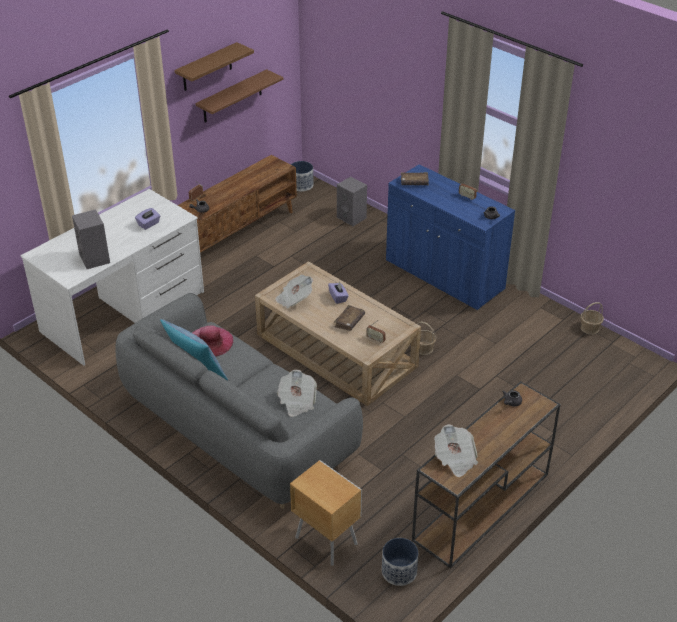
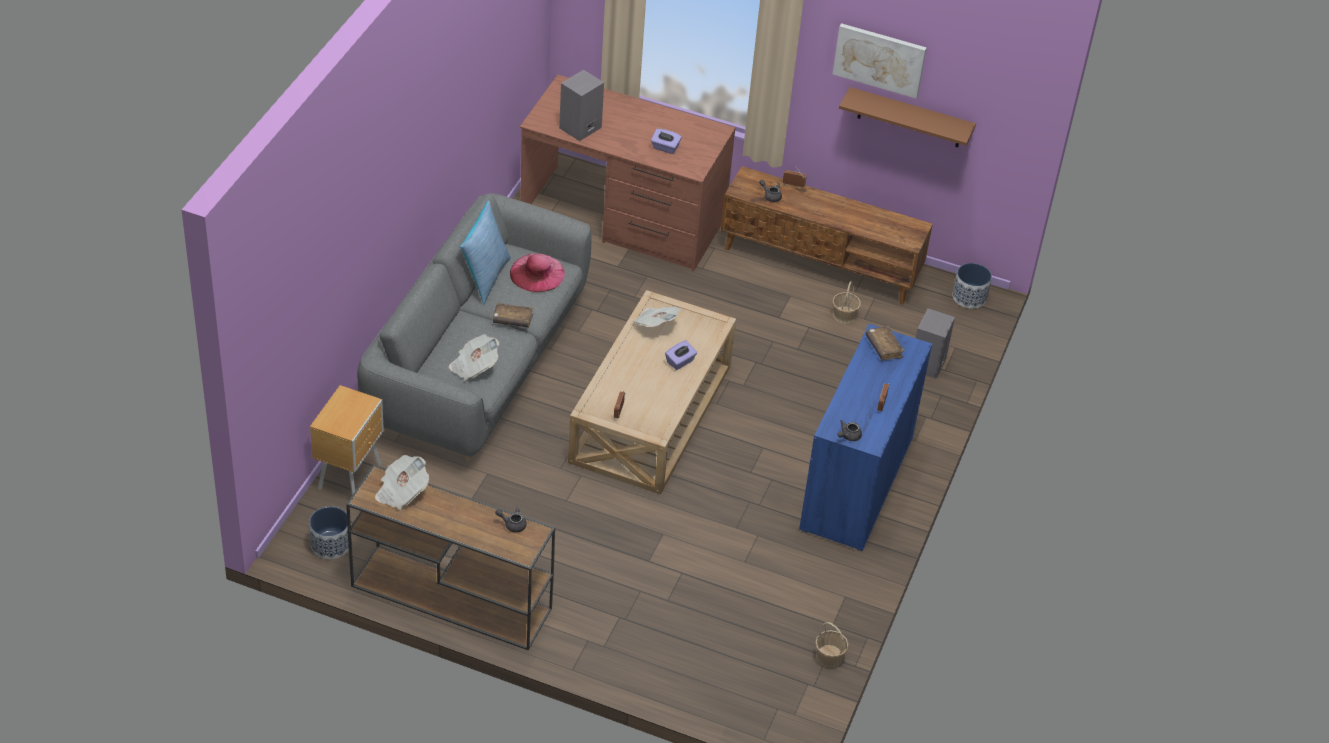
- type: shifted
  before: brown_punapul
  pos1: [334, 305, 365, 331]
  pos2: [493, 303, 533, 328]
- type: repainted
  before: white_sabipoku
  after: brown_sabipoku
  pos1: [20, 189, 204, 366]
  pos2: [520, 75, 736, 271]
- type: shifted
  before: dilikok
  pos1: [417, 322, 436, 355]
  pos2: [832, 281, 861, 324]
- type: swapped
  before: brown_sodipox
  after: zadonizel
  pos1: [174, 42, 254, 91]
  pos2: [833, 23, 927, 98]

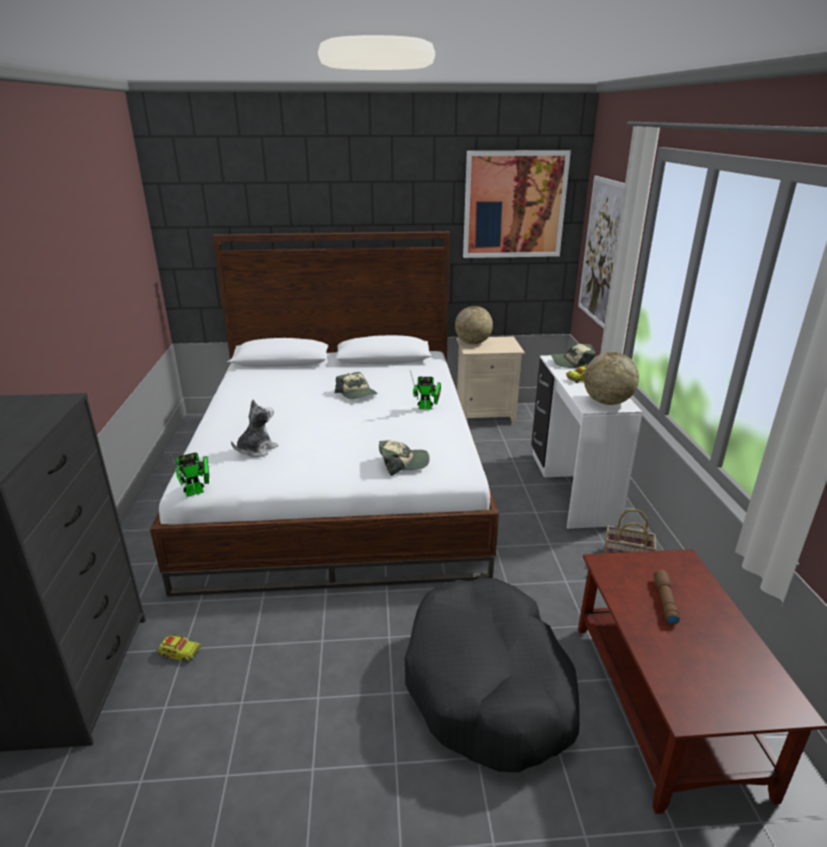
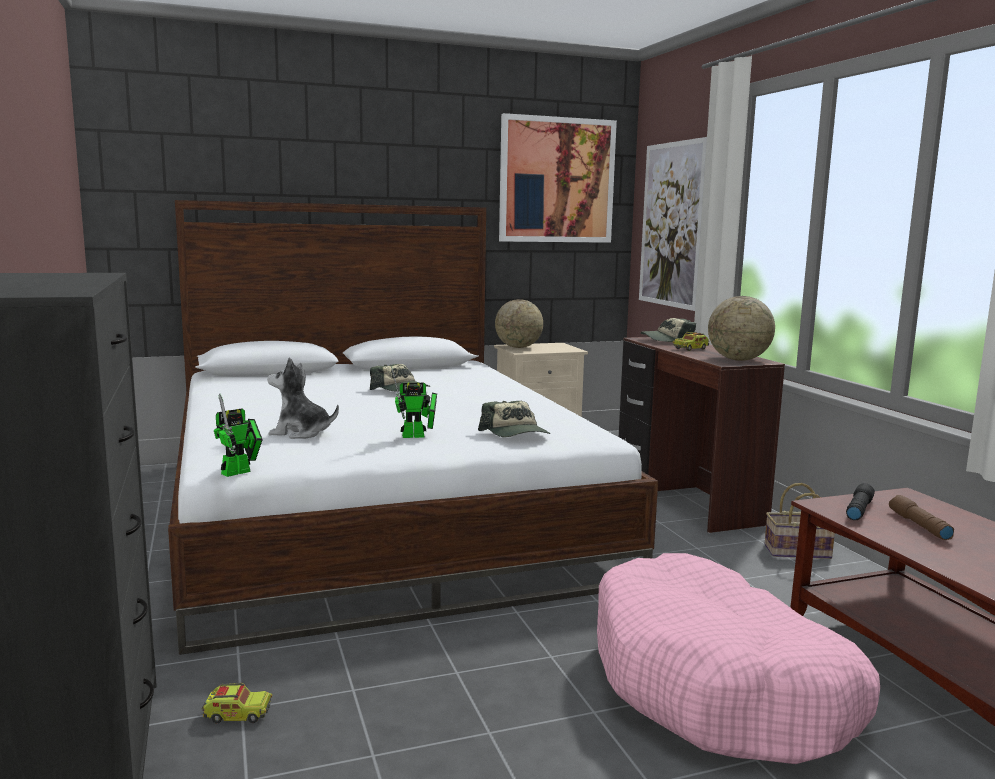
- type: rotated
  before: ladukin
  pos1: [231, 400, 278, 458]
  pos2: [267, 358, 339, 439]
  turn: -105
- type: shifted
  before: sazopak
  pos1: [410, 370, 441, 410]
  pos2: [391, 366, 437, 438]
- type: rotated
  before: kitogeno
  pos1: [379, 440, 430, 476]
  pos2: [478, 401, 551, 437]
  turn: 90
- type: repainted
  before: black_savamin
  after: pink_savamin
  pos1: [405, 577, 580, 772]
  pos2: [597, 553, 880, 764]
- type: repainted
  before: white_sabipoku
  after: brown_sabipoku
  pos1: [531, 355, 643, 529]
  pos2: [619, 337, 785, 533]
- type: new
  after: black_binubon
  pos2: [846, 483, 875, 520]

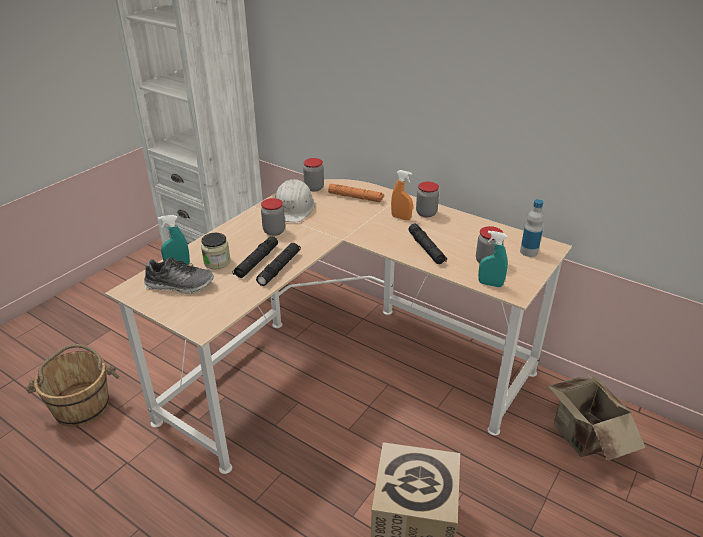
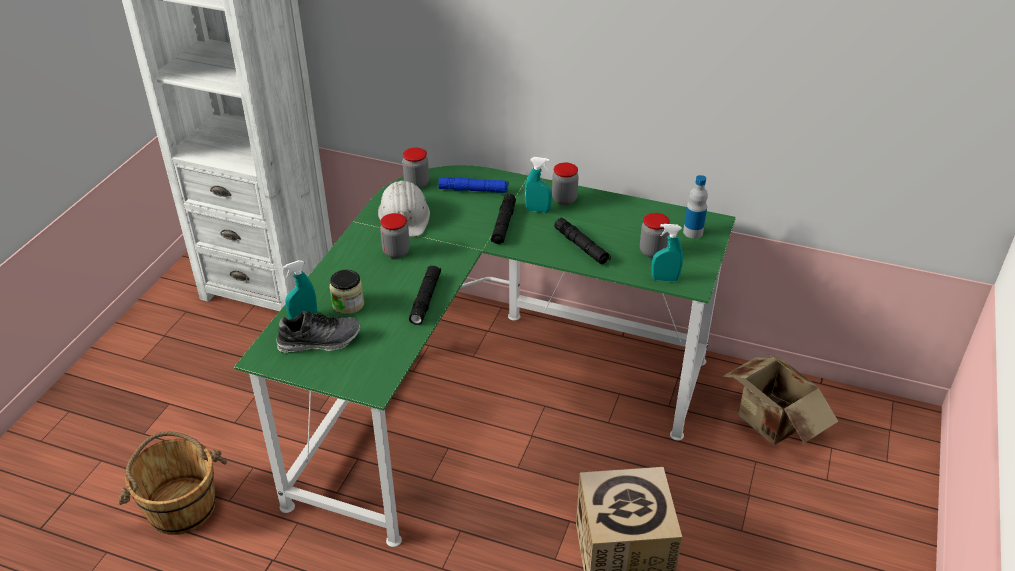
- type: repainted
  before: beige_sabipoku
  after: green_sabipoku
  pos1: [105, 179, 572, 474]
  pos2: [234, 165, 736, 547]
- type: repainted
  before: orange_binubon
  after: blue_binubon
  pos1: [328, 184, 384, 202]
  pos2: [438, 177, 509, 193]
- type: shifted
  before: black_binubon
  pos1: [232, 236, 278, 278]
  pos2: [491, 194, 516, 244]
- type: repainted
  before: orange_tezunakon
  after: turquoise_tezunakon
  pos1: [391, 170, 413, 220]
  pos2: [525, 157, 552, 213]

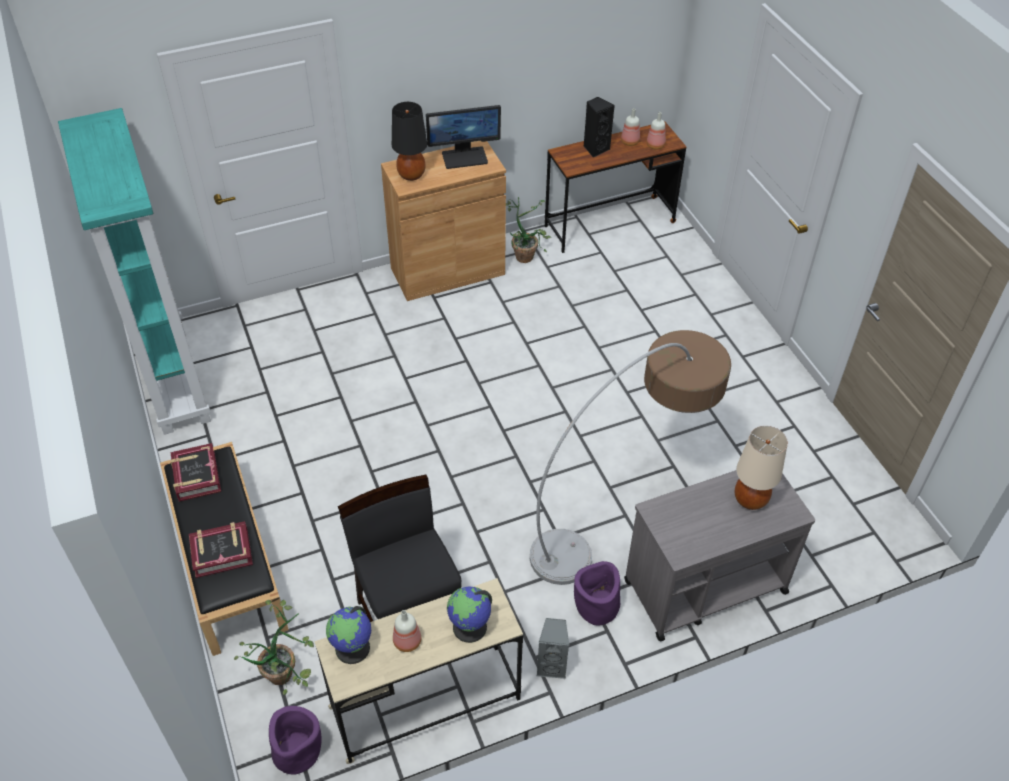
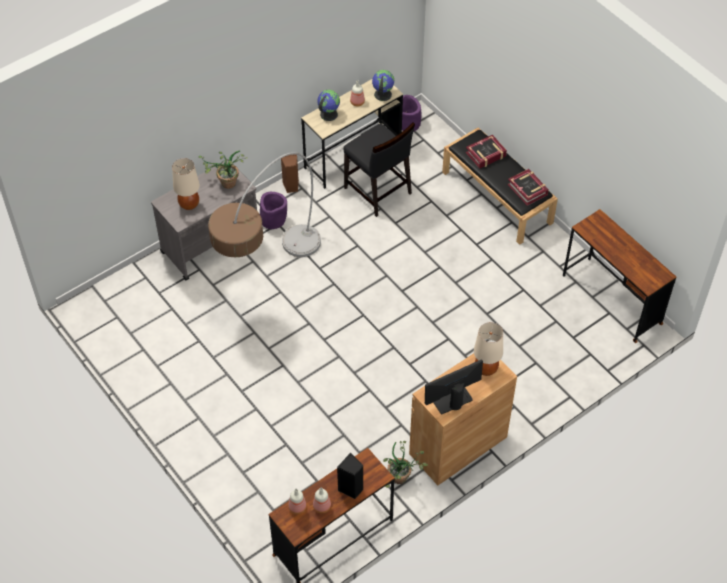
- type: shifted
  before: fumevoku
  pos1: [234, 600, 314, 695]
  pos2: [198, 150, 248, 189]
- type: repainted
  before: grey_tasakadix
  after: brown_tasakadix
  pos1: [537, 618, 569, 679]
  pos2: [281, 154, 299, 193]
- type: repainted
  before: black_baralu
  after: beige_baralu
  pos1: [392, 102, 427, 181]
  pos2: [474, 322, 503, 376]
- type: swapped
  before: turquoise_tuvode
  after: brown_sabipoku
  pos1: [58, 108, 211, 435]
  pos2: [563, 209, 676, 343]

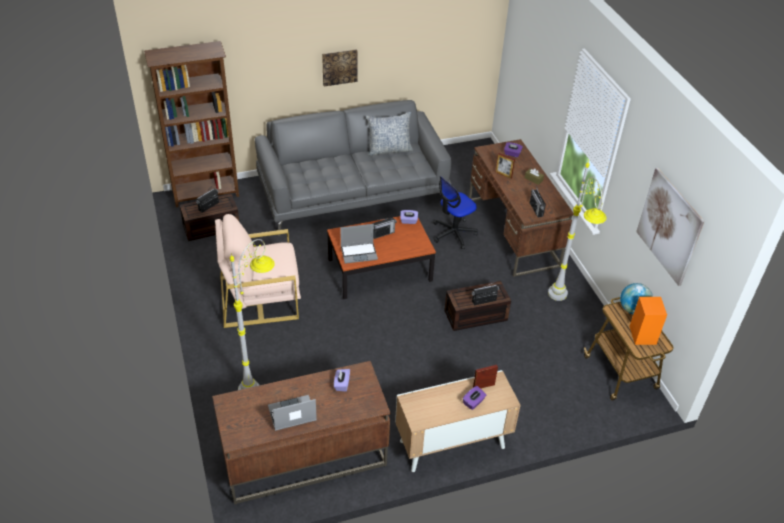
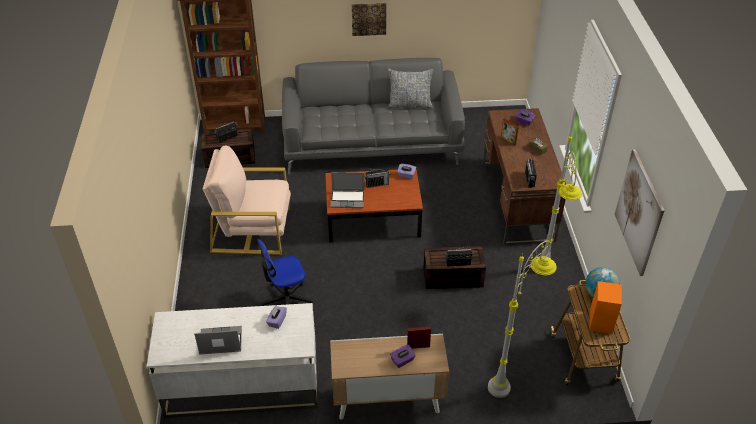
- type: repainted
  before: brown_sabipoku
  after: white_sabipoku
  pos1: [212, 361, 391, 505]
  pos2: [147, 303, 317, 419]
- type: shifted
  before: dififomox
  pos1: [433, 176, 478, 249]
  pos2: [257, 239, 313, 306]
- type: shifted
  before: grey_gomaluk
  pos1: [230, 239, 275, 390]
  pos2: [488, 240, 557, 398]

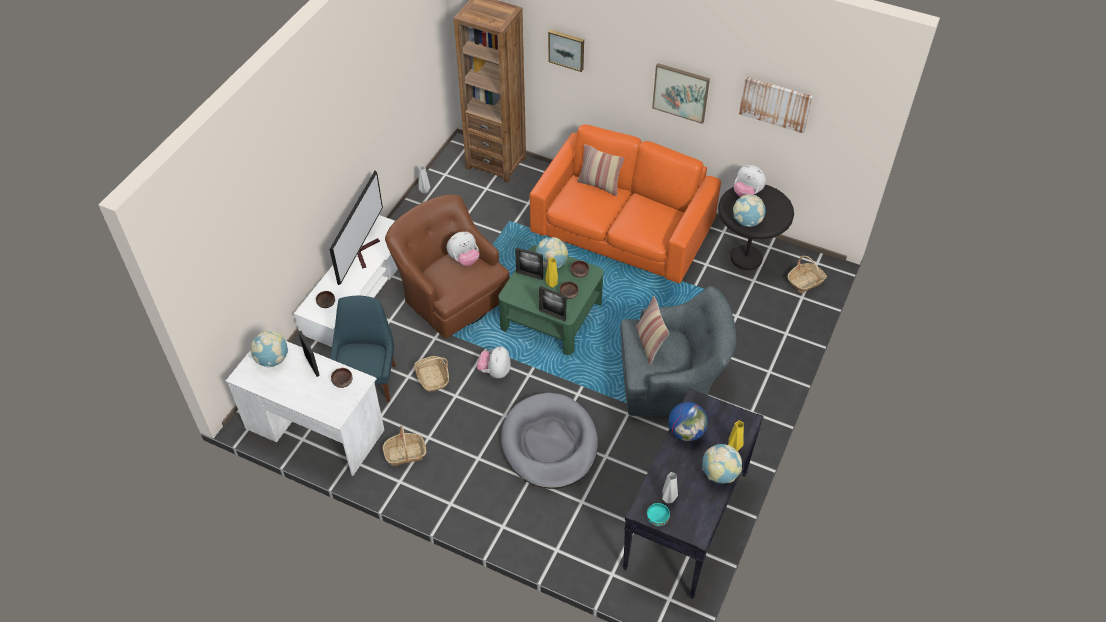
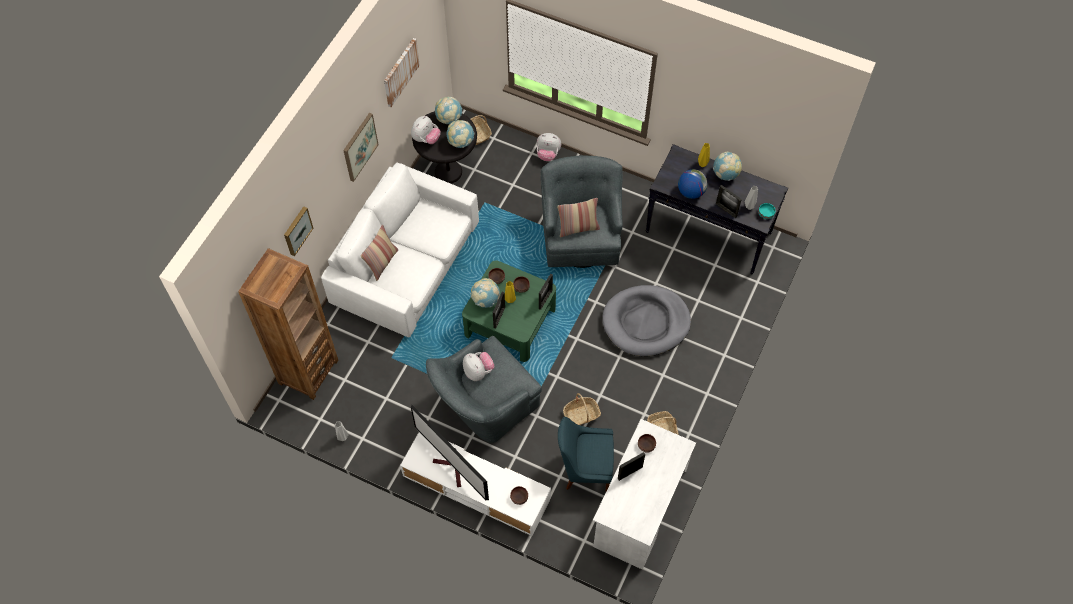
- type: repainted
  before: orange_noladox
  after: white_noladox
  pos1: [530, 124, 721, 283]
  pos2: [321, 162, 479, 338]
- type: rotated
  before: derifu
  pos1: [330, 171, 383, 285]
  pos2: [411, 405, 489, 500]
  turn: -150
- type: repainted
  before: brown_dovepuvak
  after: grey_dovepuvak
  pos1: [385, 195, 509, 339]
  pos2: [426, 336, 542, 443]
- type: shifted
  before: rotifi
  pos1: [251, 331, 288, 367]
  pos2: [435, 97, 462, 124]
- type: shifted
  before: ladukin
  pos1: [477, 346, 511, 378]
  pos2: [537, 133, 561, 161]
- type: new
  after: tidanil
  pos2: [716, 185, 742, 218]

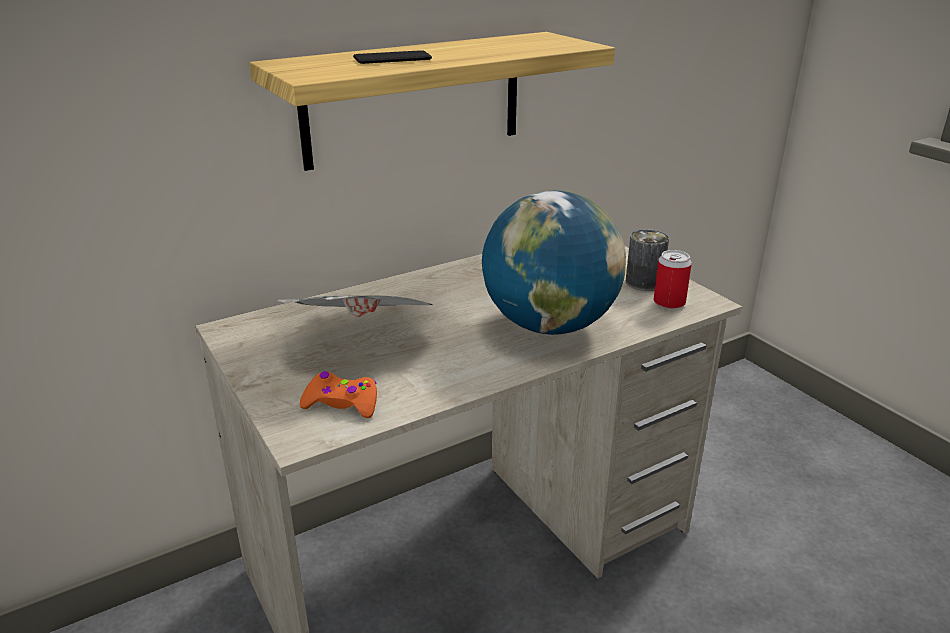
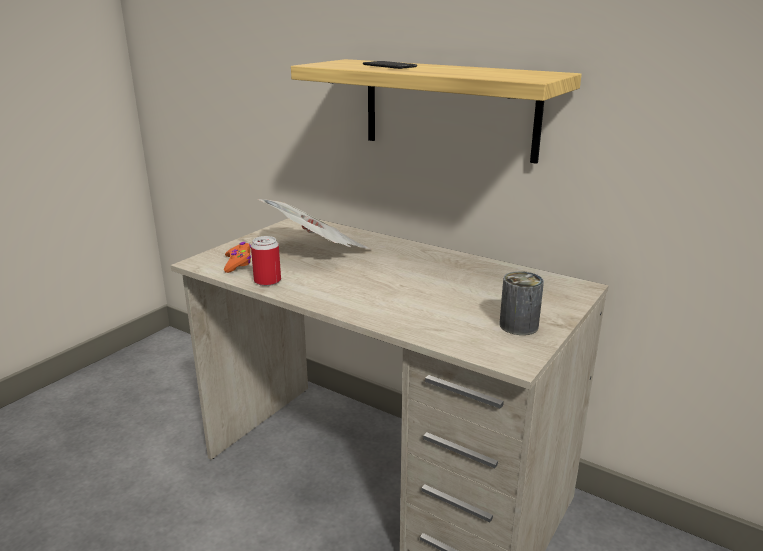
- type: shifted
  before: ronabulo
  pos1: [654, 250, 692, 309]
  pos2: [251, 236, 281, 286]
- type: gone
  before: rotifi
  pos1: [482, 190, 626, 335]

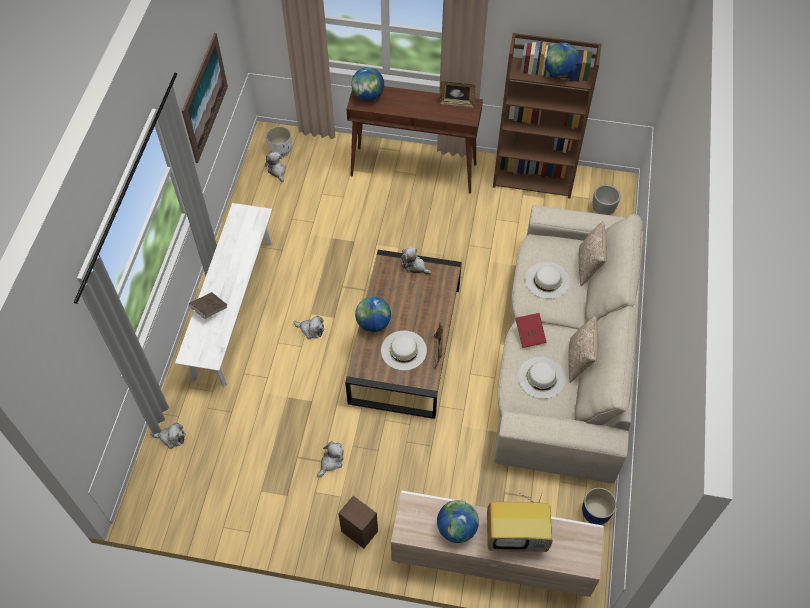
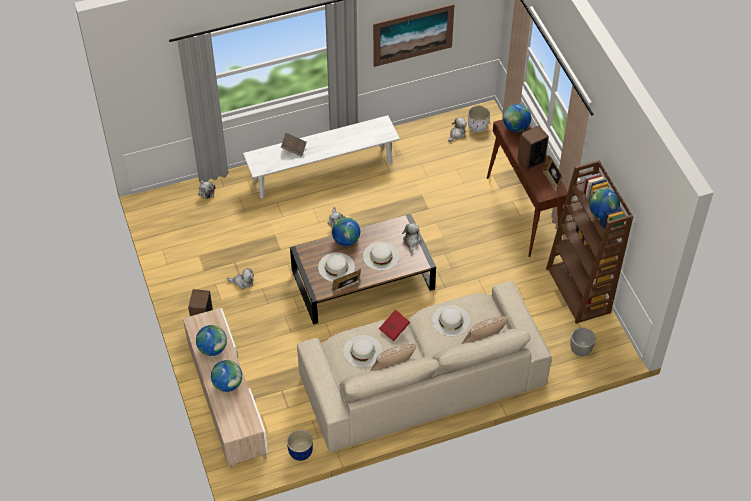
- type: swapped
  before: derifu
  after: rotifi
  pos1: [487, 490, 552, 552]
  pos2: [211, 360, 242, 392]
- type: new
  after: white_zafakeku
  pos2: [363, 242, 400, 271]
- type: new
  after: tasakadix
  pos2: [517, 125, 549, 170]

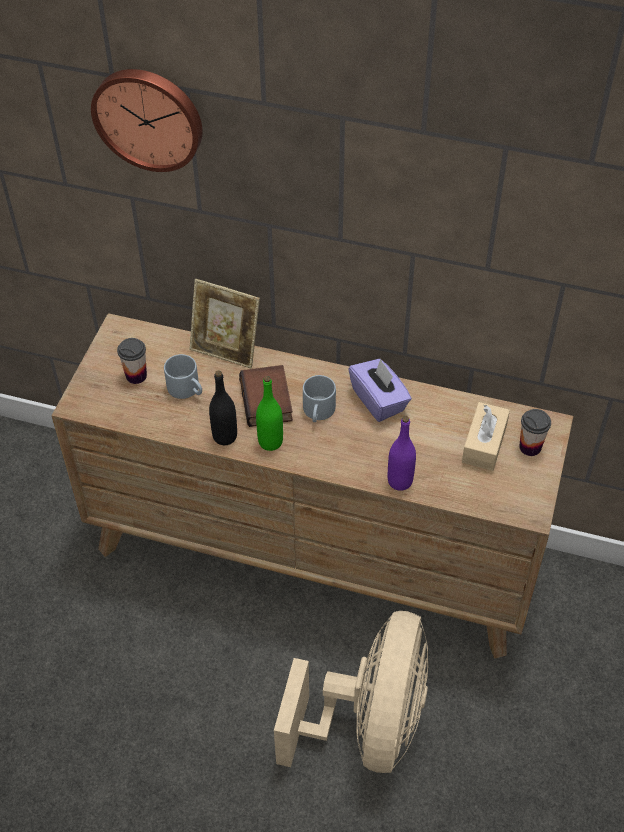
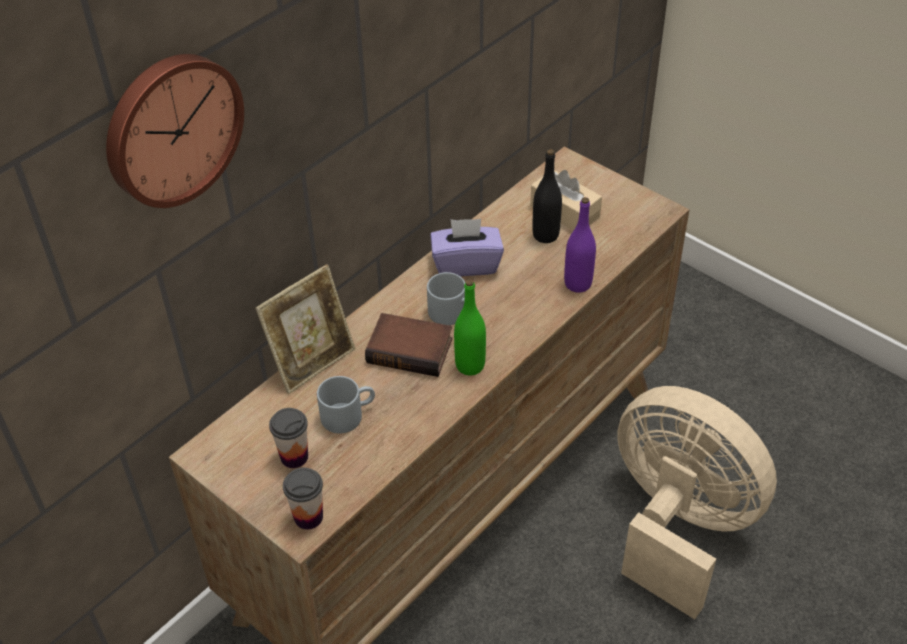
- type: shifted
  before: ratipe
  pos1: [519, 409, 551, 456]
  pos2: [283, 468, 323, 529]
- type: shifted
  before: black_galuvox
  pos1: [209, 371, 237, 445]
  pos2: [532, 149, 562, 243]

